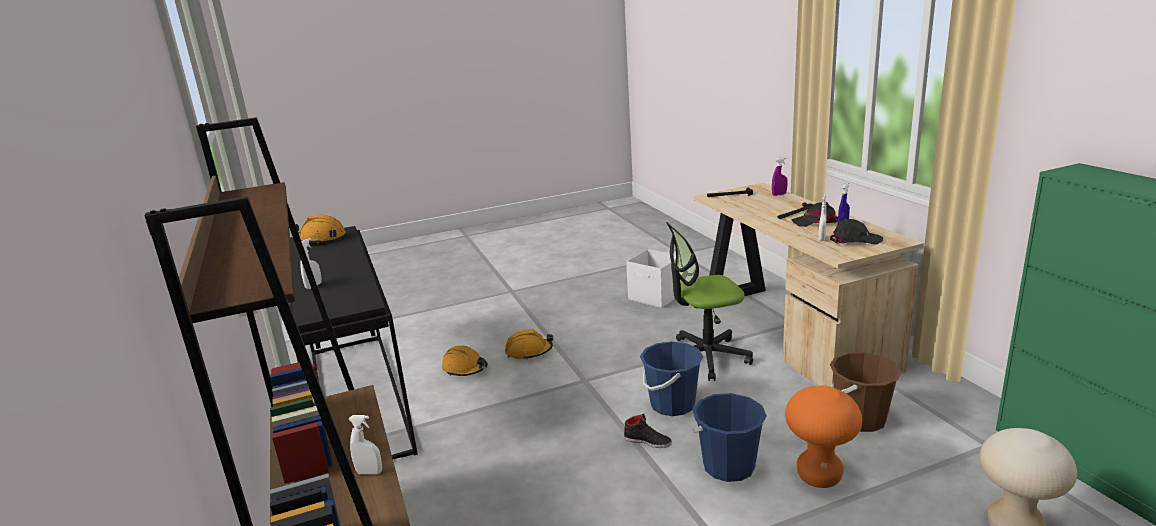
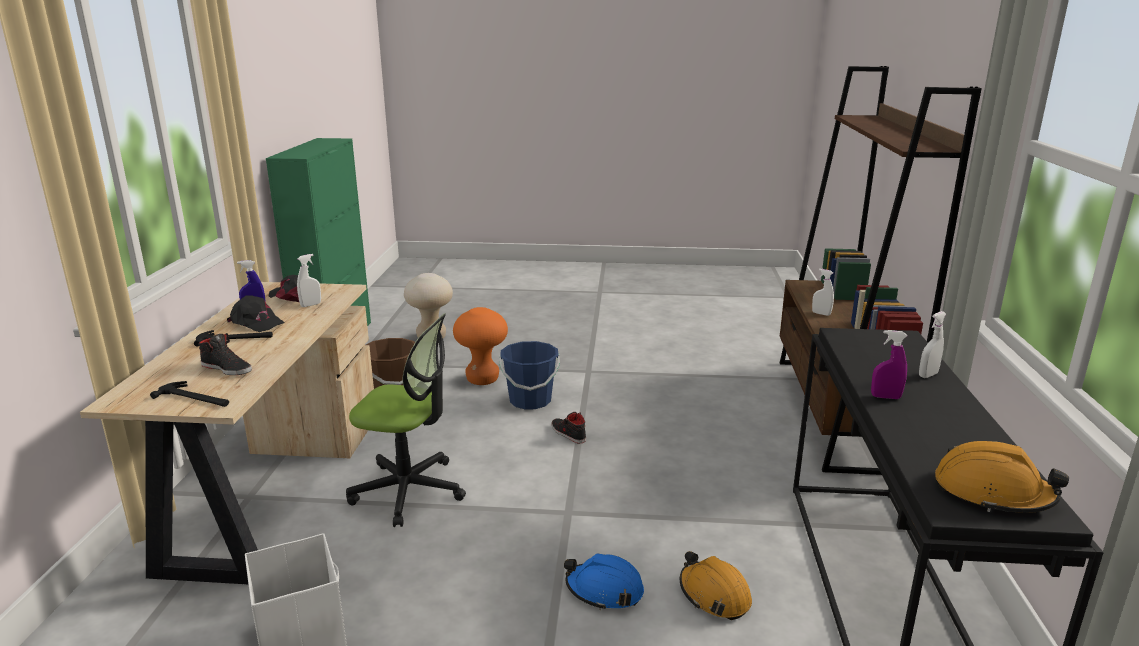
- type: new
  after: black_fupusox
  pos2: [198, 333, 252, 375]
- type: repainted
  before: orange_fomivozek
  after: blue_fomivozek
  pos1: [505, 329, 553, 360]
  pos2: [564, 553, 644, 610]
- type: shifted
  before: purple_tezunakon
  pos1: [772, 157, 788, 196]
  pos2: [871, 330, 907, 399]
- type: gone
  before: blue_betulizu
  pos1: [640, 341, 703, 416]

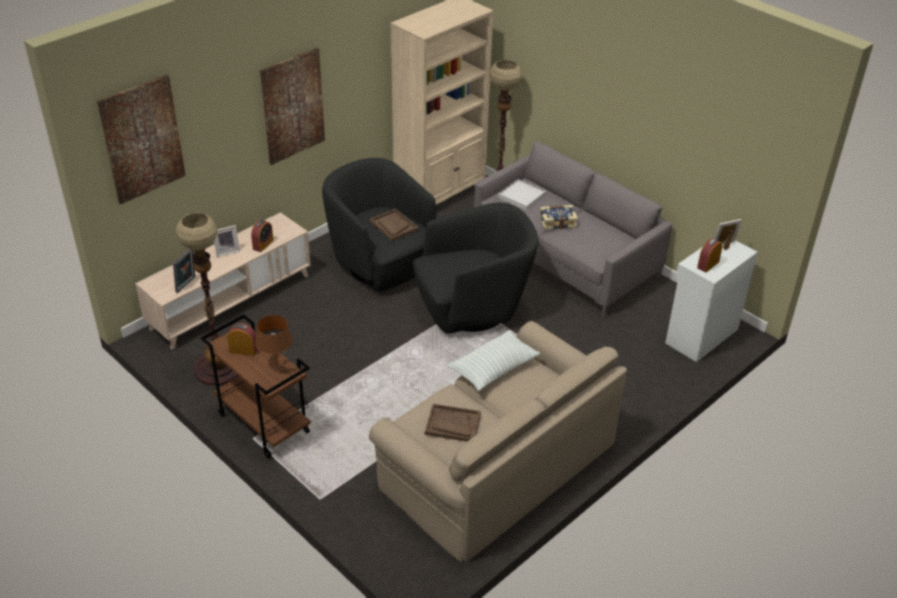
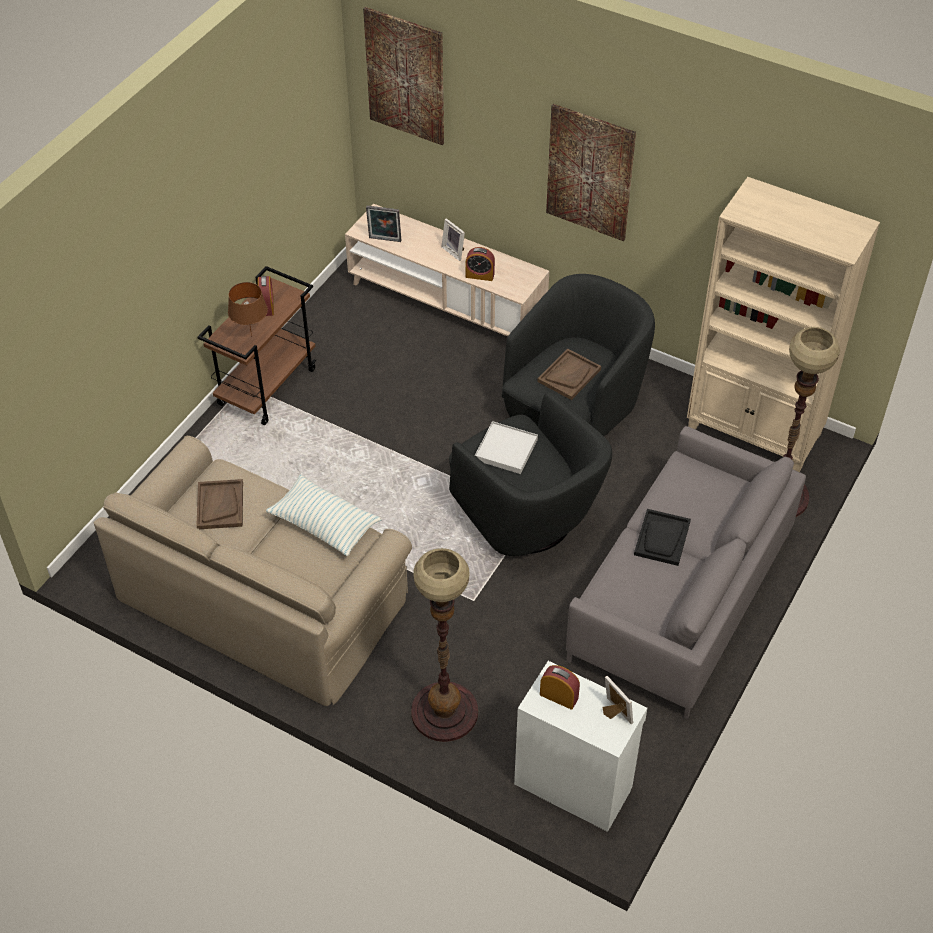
- type: shifted
  before: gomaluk
  pos1: [176, 212, 239, 386]
  pos2: [411, 548, 478, 742]
- type: shifted
  before: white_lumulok
  pos1: [498, 179, 546, 210]
  pos2: [475, 421, 538, 474]
- type: swapped
  before: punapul
  after: black_lumulok
  pos1: [539, 205, 578, 230]
  pos2: [634, 509, 691, 566]

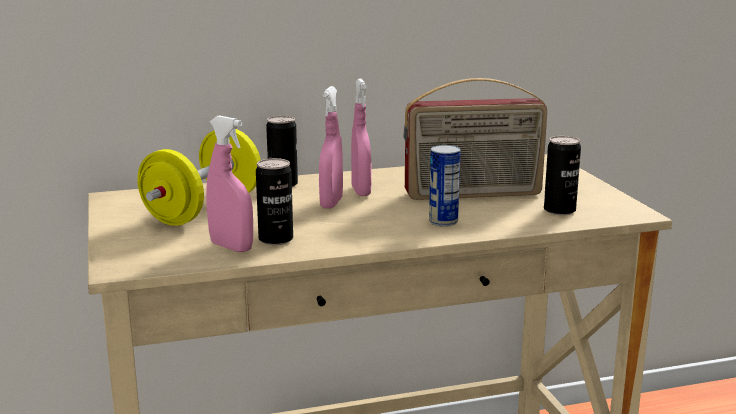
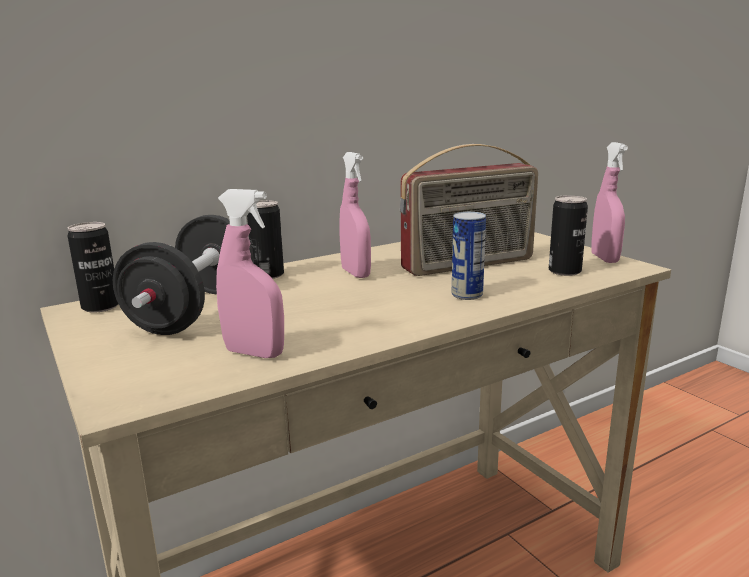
- type: shifted
  before: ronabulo
  pos1: [256, 158, 293, 245]
  pos2: [67, 222, 118, 313]
- type: repainted
  before: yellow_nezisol
  after: black_nezisol
  pos1: [137, 129, 261, 226]
  pos2: [113, 215, 253, 335]
- type: shifted
  before: pink_tezunakon
  pos1: [319, 86, 343, 209]
  pos2: [591, 142, 628, 263]

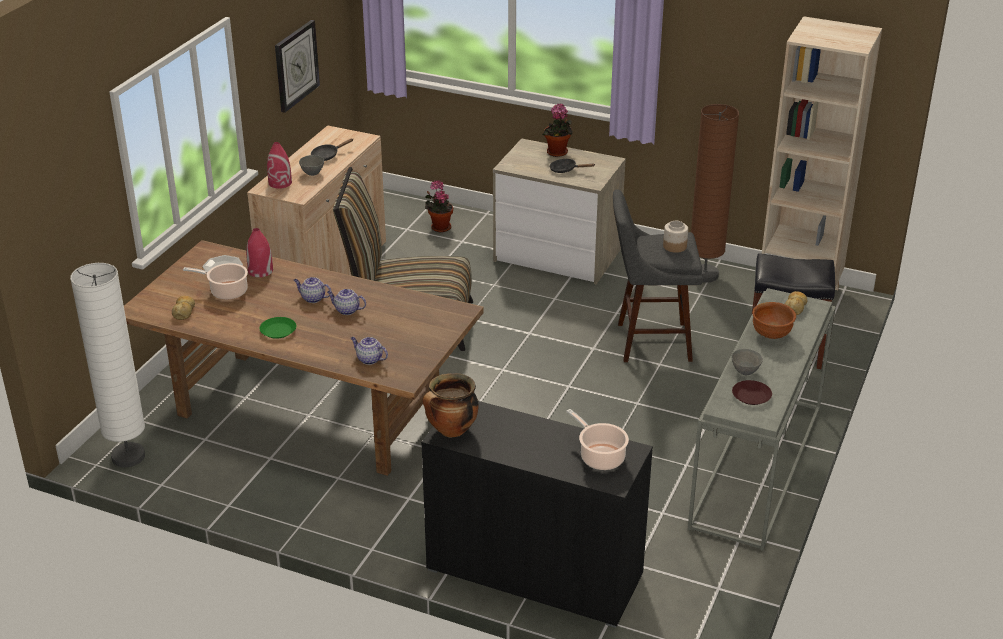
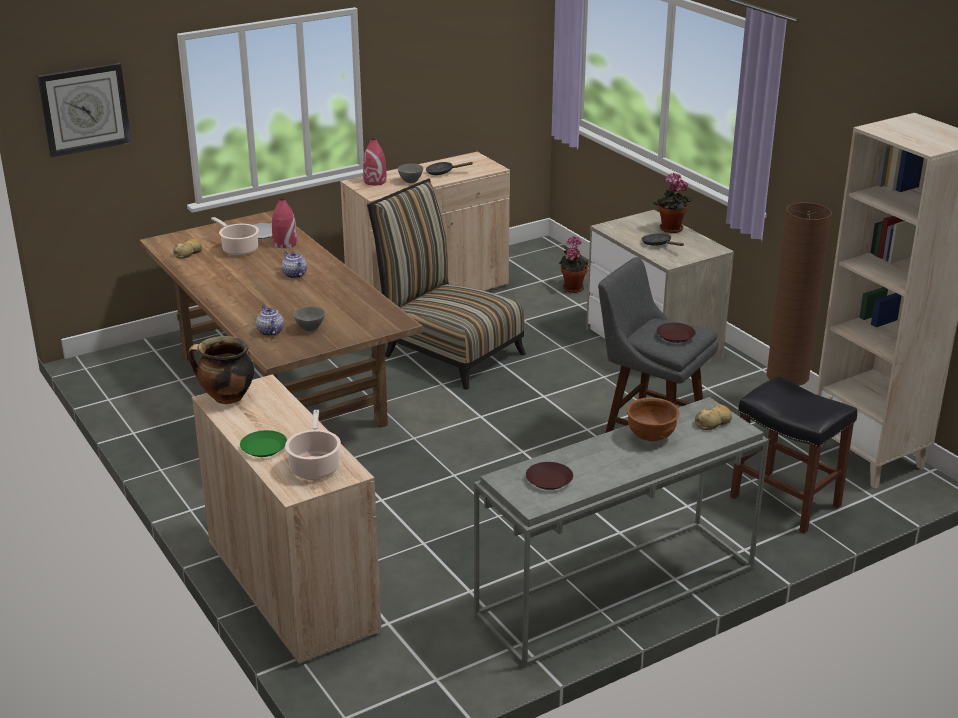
- type: shifted
  before: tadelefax
  pos1: [275, 20, 320, 113]
  pos2: [37, 63, 131, 157]
- type: repainted
  before: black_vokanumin
  after: beige_vokanumin
  pos1: [421, 401, 653, 628]
  pos2: [192, 374, 381, 666]
- type: shifted
  before: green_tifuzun
  pos1: [259, 317, 296, 339]
  pos2: [240, 430, 287, 457]
- type: shifted
  before: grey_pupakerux
  pos1: [732, 349, 763, 376]
  pos2: [294, 306, 325, 331]
- type: swapped
  before: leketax
  after: brown_tifuzun
  pos1: [663, 221, 688, 253]
  pos2: [657, 323, 696, 343]
- type: gone
  before: white_gomaluk
  pos1: [70, 263, 145, 467]
- type: gone
  before: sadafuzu
  pos1: [327, 289, 366, 315]

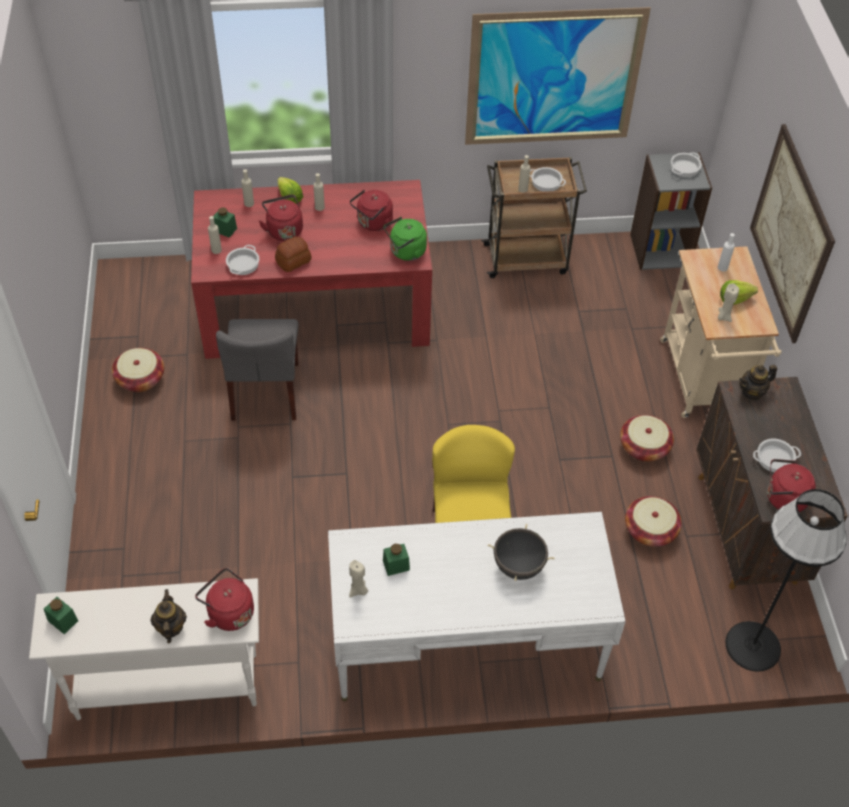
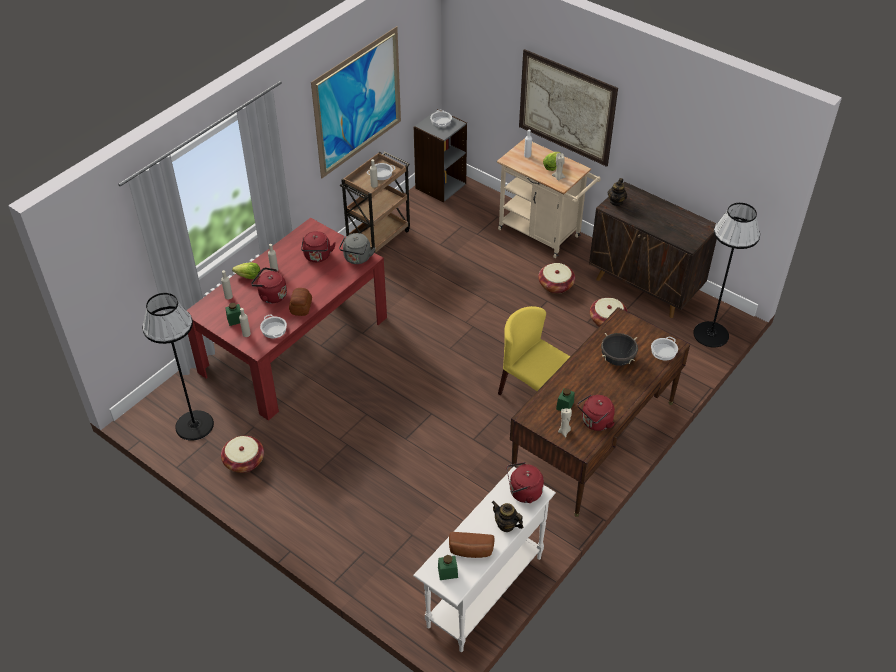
- type: new
  after: black_gomaluk
  pos2: [142, 293, 214, 441]
- type: repainted
  before: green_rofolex
  after: grey_rofolex
  pos1: [384, 217, 427, 261]
  pos2: [339, 233, 375, 264]
- type: new
  after: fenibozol
  pos2: [449, 532, 495, 558]
- type: repainted
  before: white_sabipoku
  after: brown_sabipoku
  pos1: [328, 512, 626, 701]
  pos2: [510, 307, 690, 517]
- type: shifted
  before: red_rofolex
  pos1: [767, 459, 816, 512]
  pos2: [577, 394, 615, 431]
- type: shifted
  before: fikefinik
  pos1: [753, 439, 801, 472]
  pos2: [651, 337, 678, 361]
- type: gone
  before: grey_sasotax
  pos1: [216, 319, 299, 421]

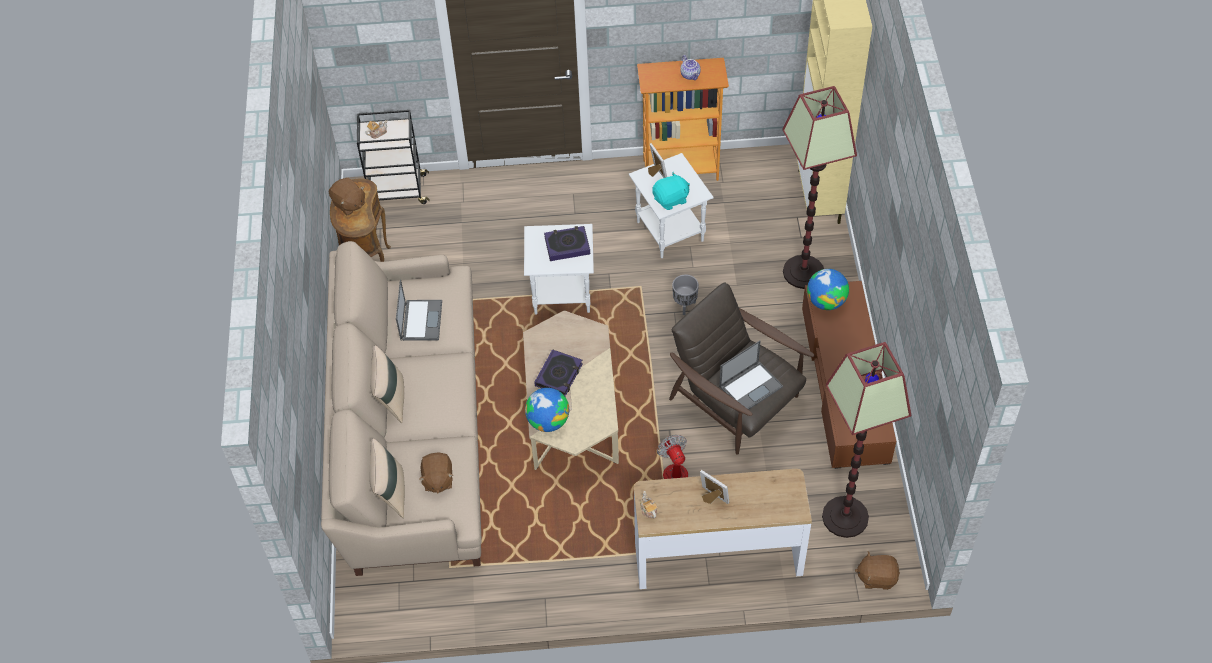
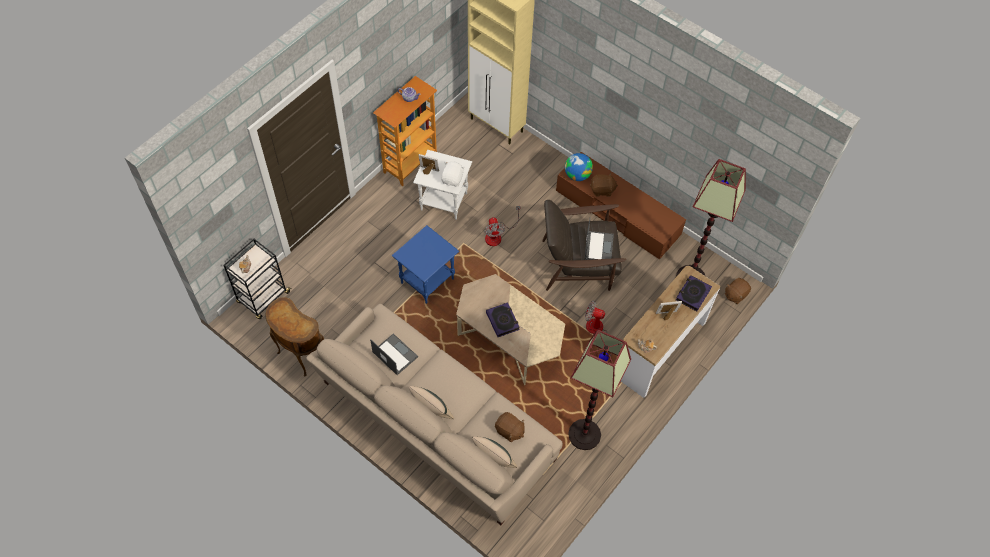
- type: repainted
  before: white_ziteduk
  after: blue_ziteduk
  pos1: [524, 224, 594, 315]
  pos2: [392, 225, 459, 304]
- type: repainted
  before: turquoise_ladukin
  after: white_ladukin
  pos1: [653, 172, 690, 210]
  pos2: [441, 162, 465, 187]
- type: swapped
  before: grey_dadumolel
  after: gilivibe
  pos1: [672, 275, 699, 315]
  pos2: [484, 206, 521, 246]
- type: shifted
  before: gomaluk
  pos1: [783, 86, 857, 289]
  pos2: [568, 330, 631, 450]
- type: shifted
  before: brown_ladukin
  pos1: [329, 178, 365, 215]
  pos2: [590, 173, 618, 197]
- type: shifted
  before: punapul
  pos1: [544, 226, 590, 261]
  pos2: [676, 275, 712, 311]
- type: gone
  before: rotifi
  pos1: [525, 388, 569, 432]

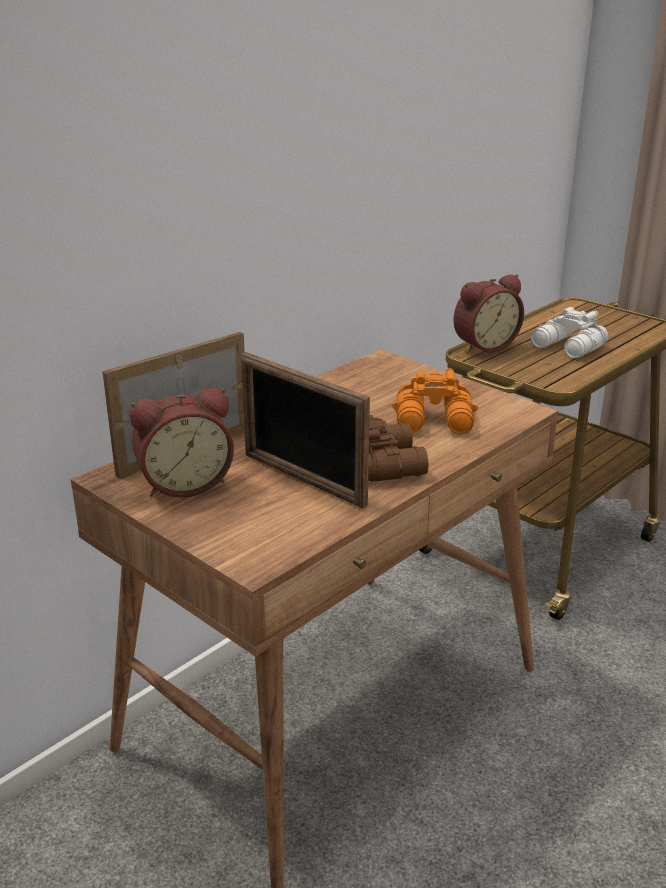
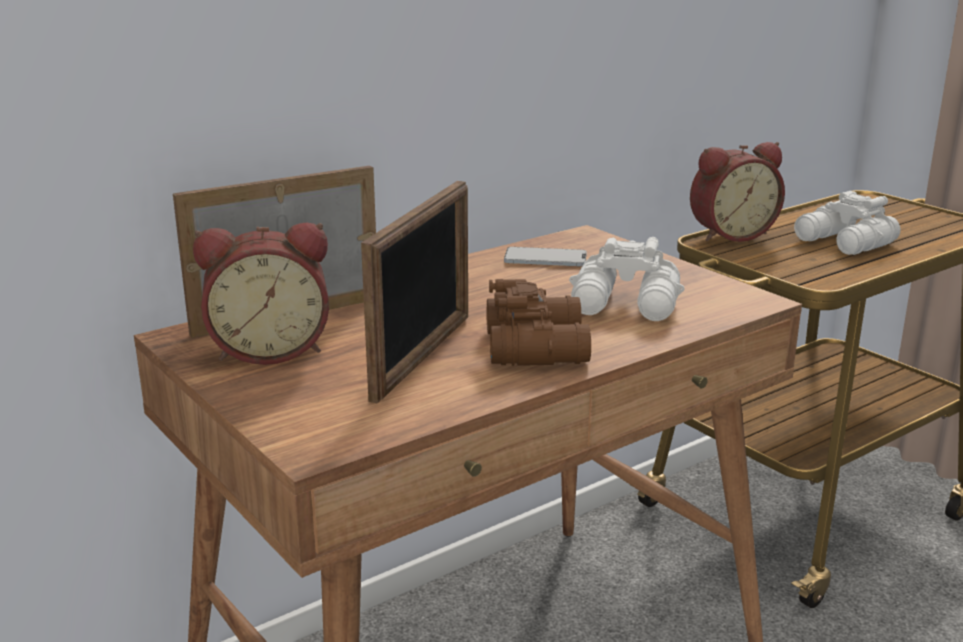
- type: rotated
  before: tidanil
  pos1: [241, 352, 370, 508]
  pos2: [361, 181, 468, 404]
  turn: -120
- type: new
  after: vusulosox
  pos2: [504, 247, 587, 267]
- type: repainted
  before: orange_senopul
  after: white_senopul
  pos1: [392, 368, 478, 435]
  pos2: [569, 237, 685, 321]

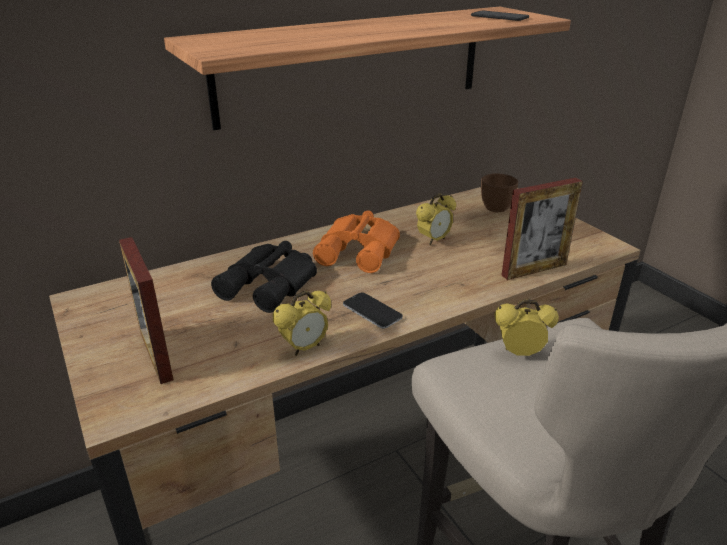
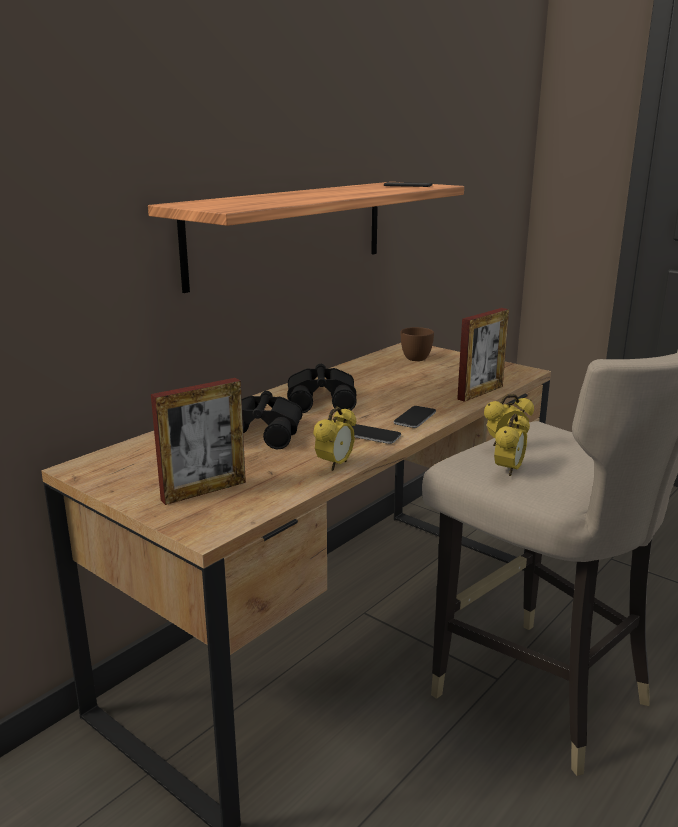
- type: rotated
  before: tidanil
  pos1: [119, 237, 174, 384]
  pos2: [151, 378, 246, 505]
  turn: -75
- type: repainted
  before: orange_senopul
  after: black_senopul
  pos1: [313, 210, 400, 273]
  pos2: [287, 364, 357, 413]
- type: new
  after: vusulosox
  pos2: [394, 406, 436, 428]
- type: shifted
  before: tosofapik
  pos1: [416, 193, 456, 245]
  pos2: [494, 413, 530, 476]

